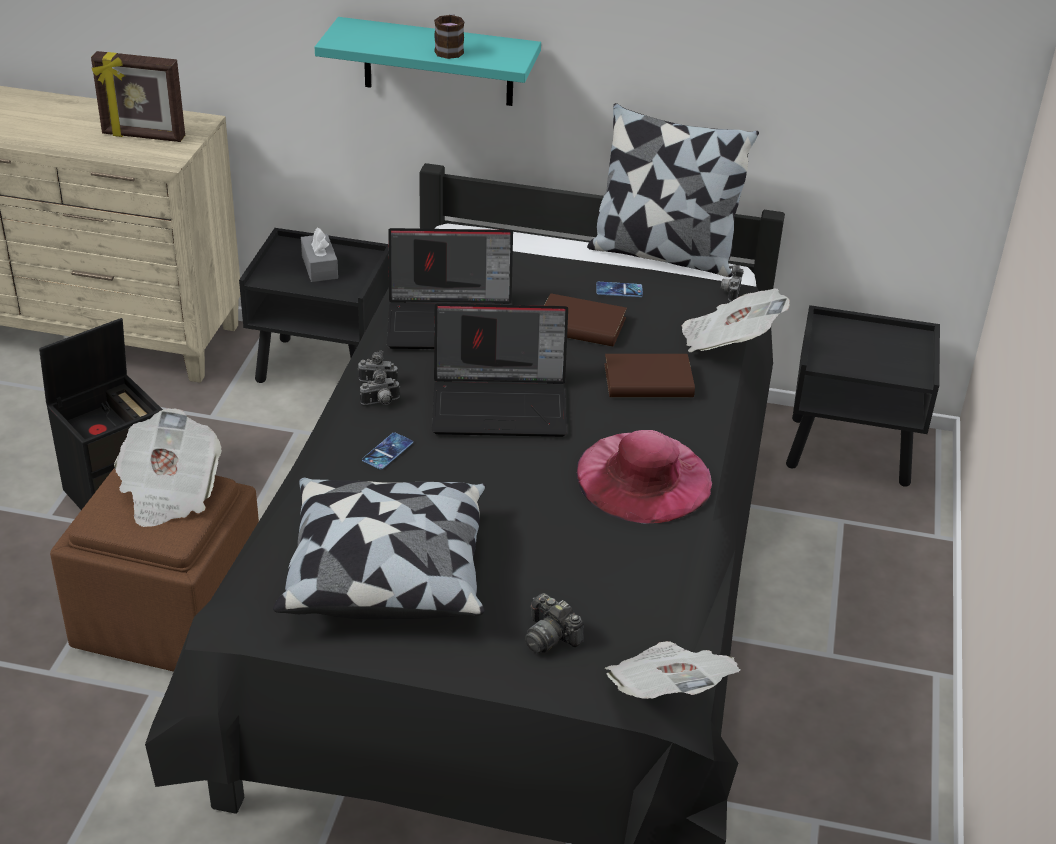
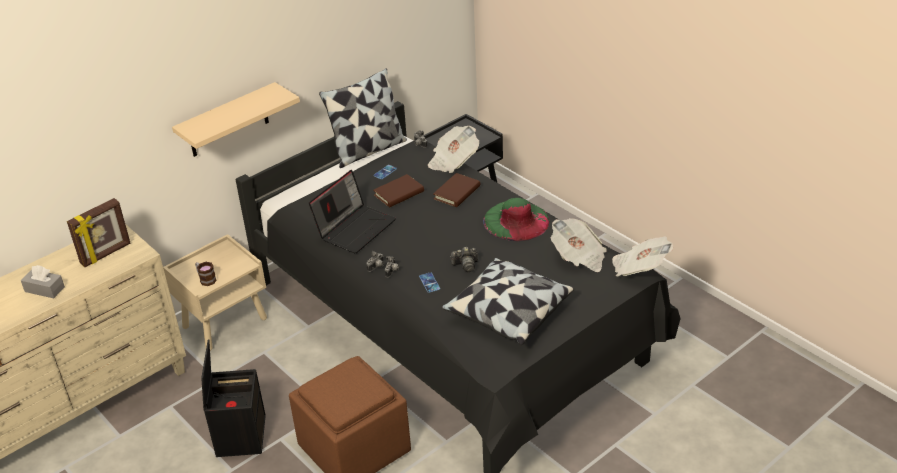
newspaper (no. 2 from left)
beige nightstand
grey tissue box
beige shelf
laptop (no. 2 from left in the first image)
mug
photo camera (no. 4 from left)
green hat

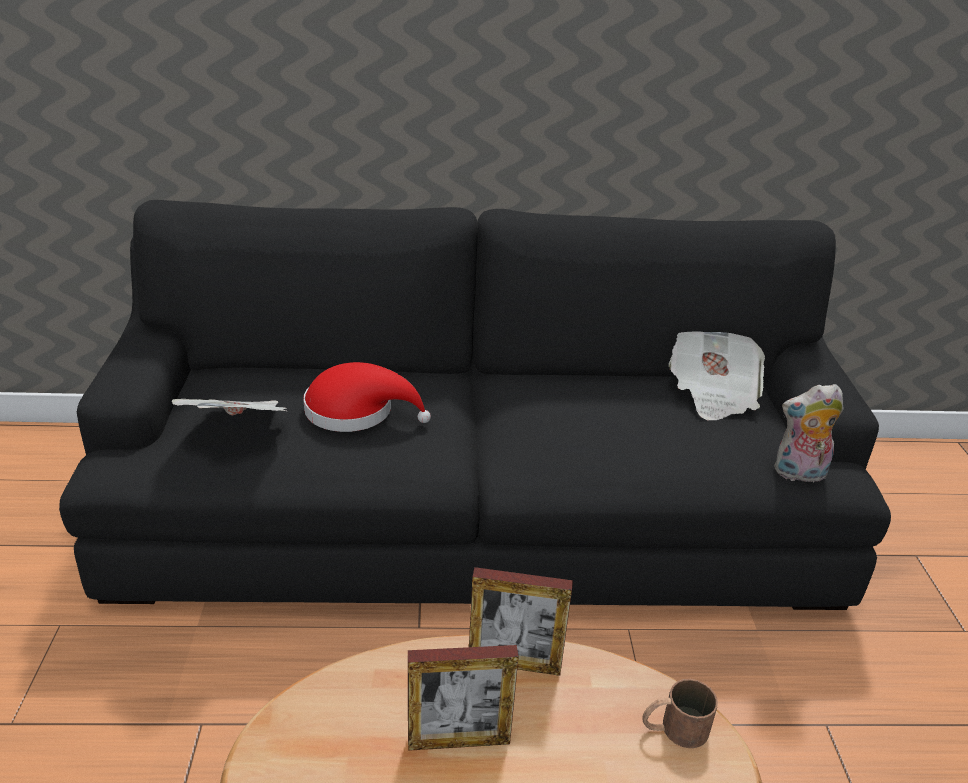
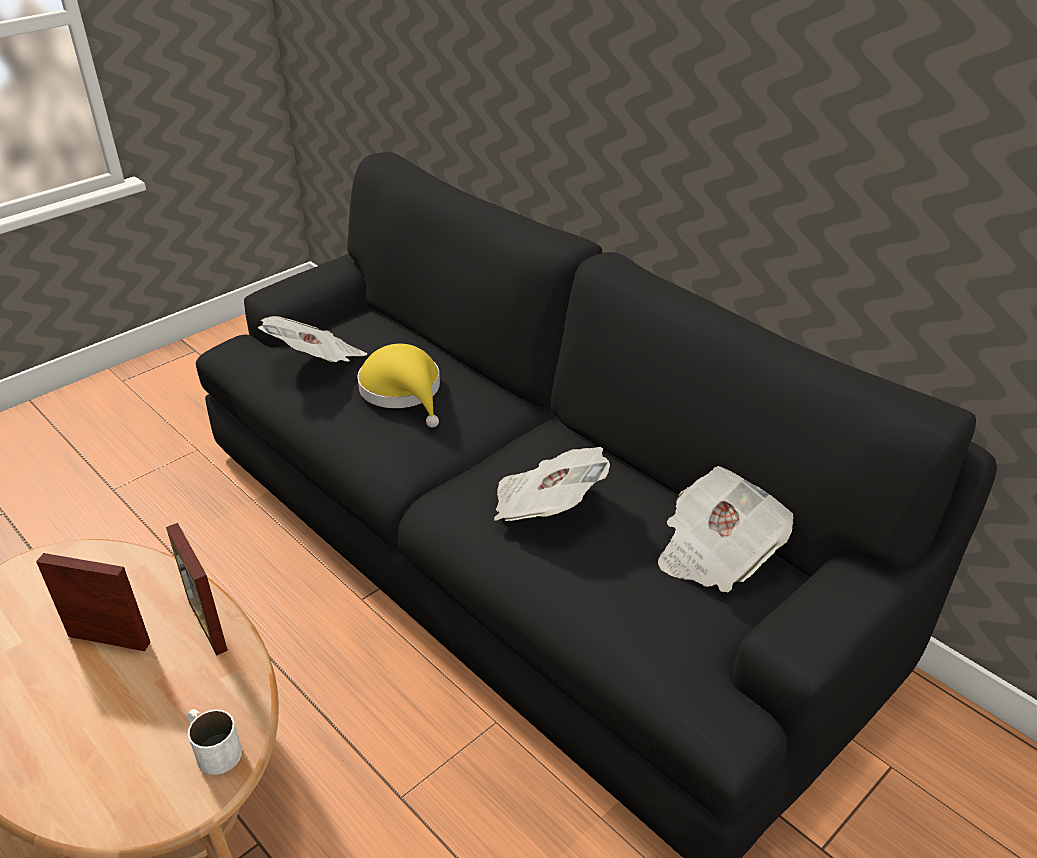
yellow hat
picture frame (no. 1 from left)
white mug
plush toy
newspaper (no. 2 from left)

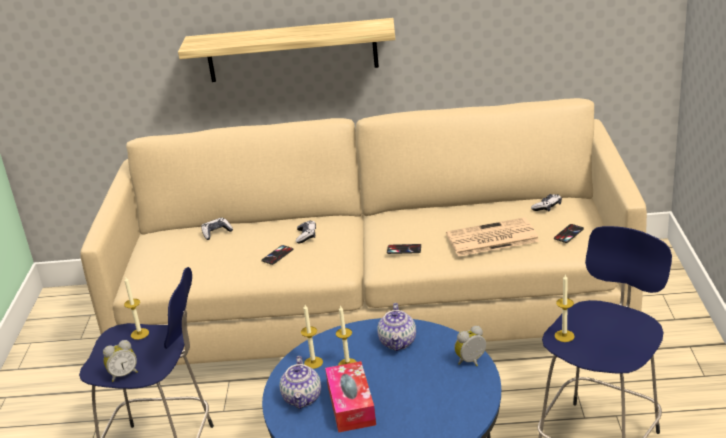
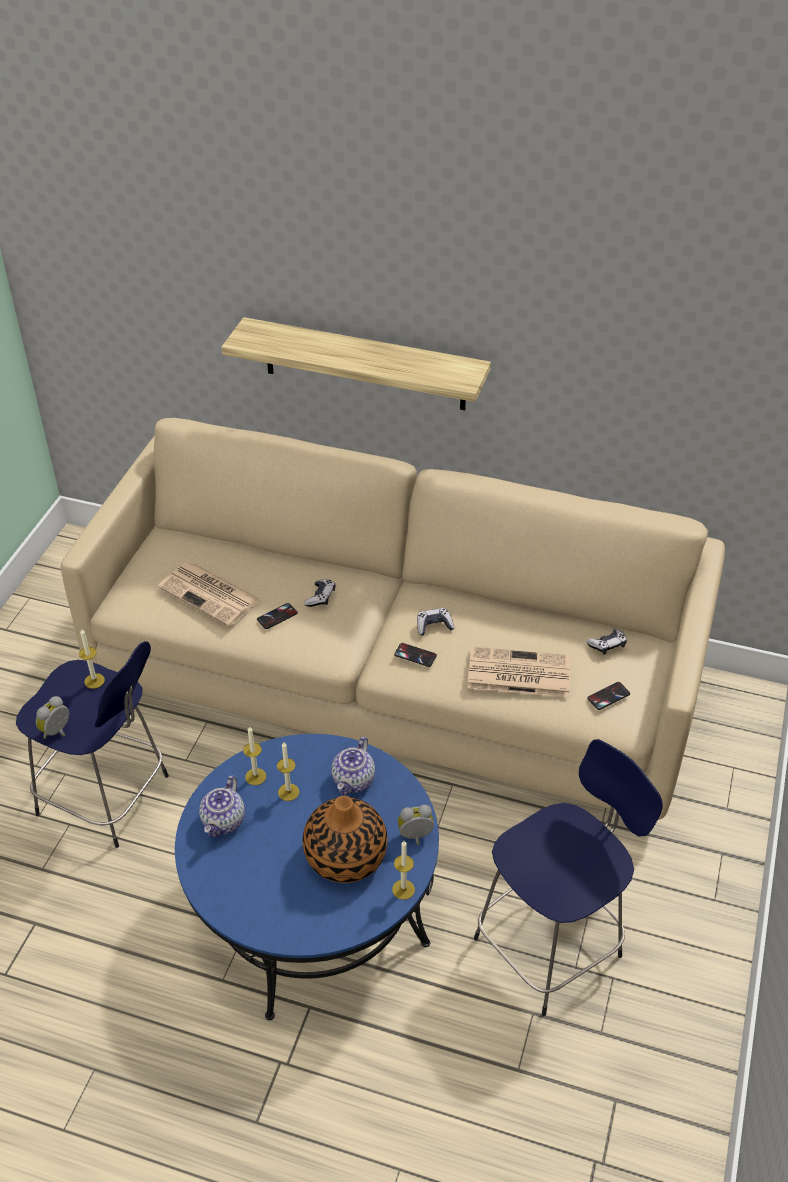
alarm clock (no. 1 from left)
game controller (no. 2 from left)
tissue box
candle (no. 4 from left)
newspaper (no. 1 from left)
vase

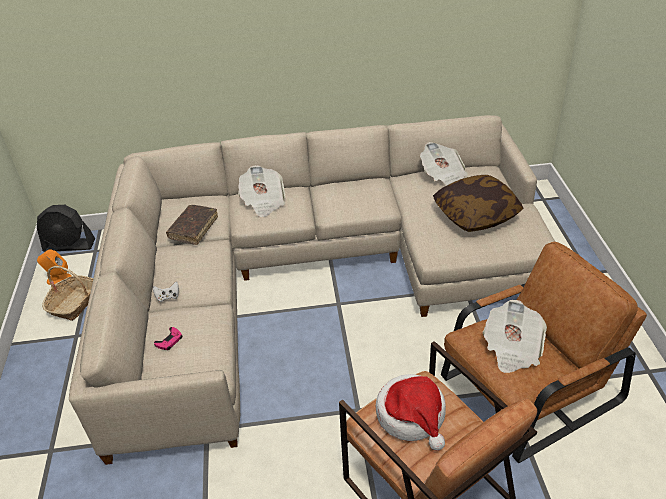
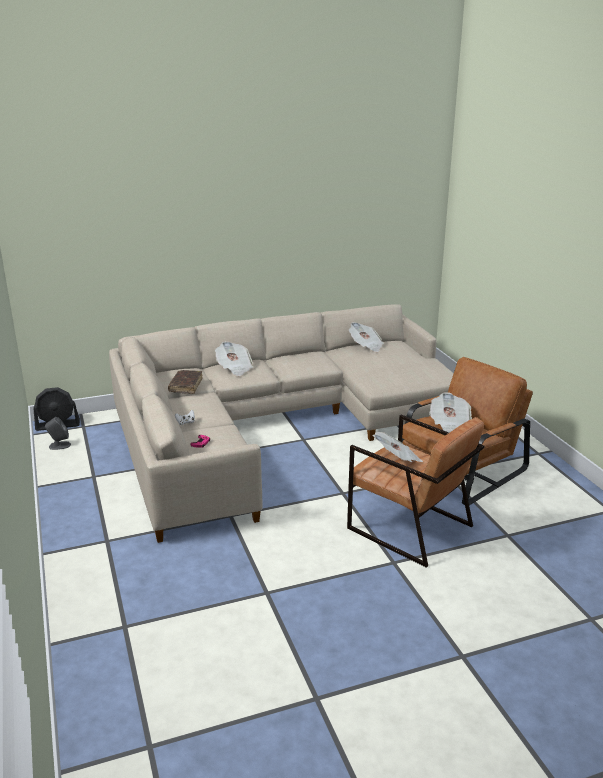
grey speaker
basket
newspaper (no. 3 from left)
pillow

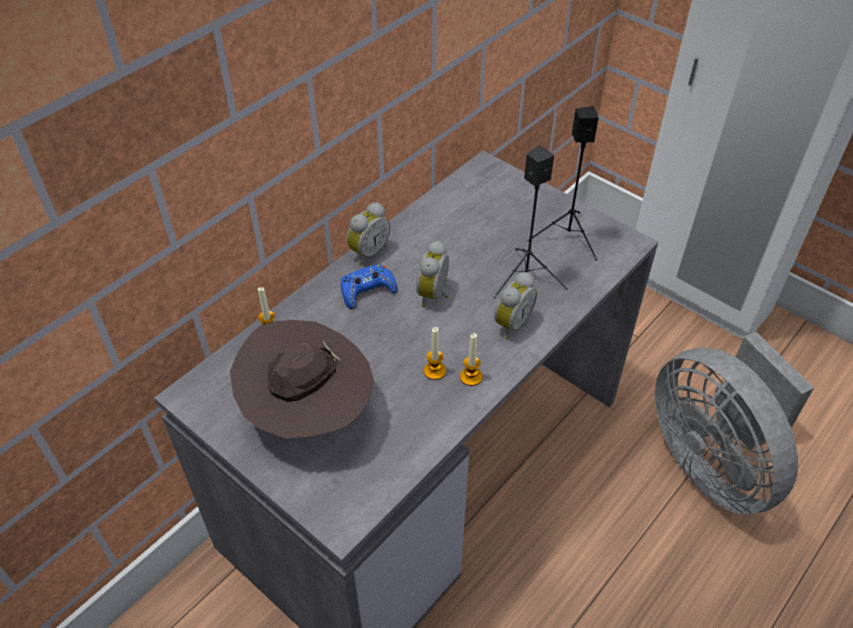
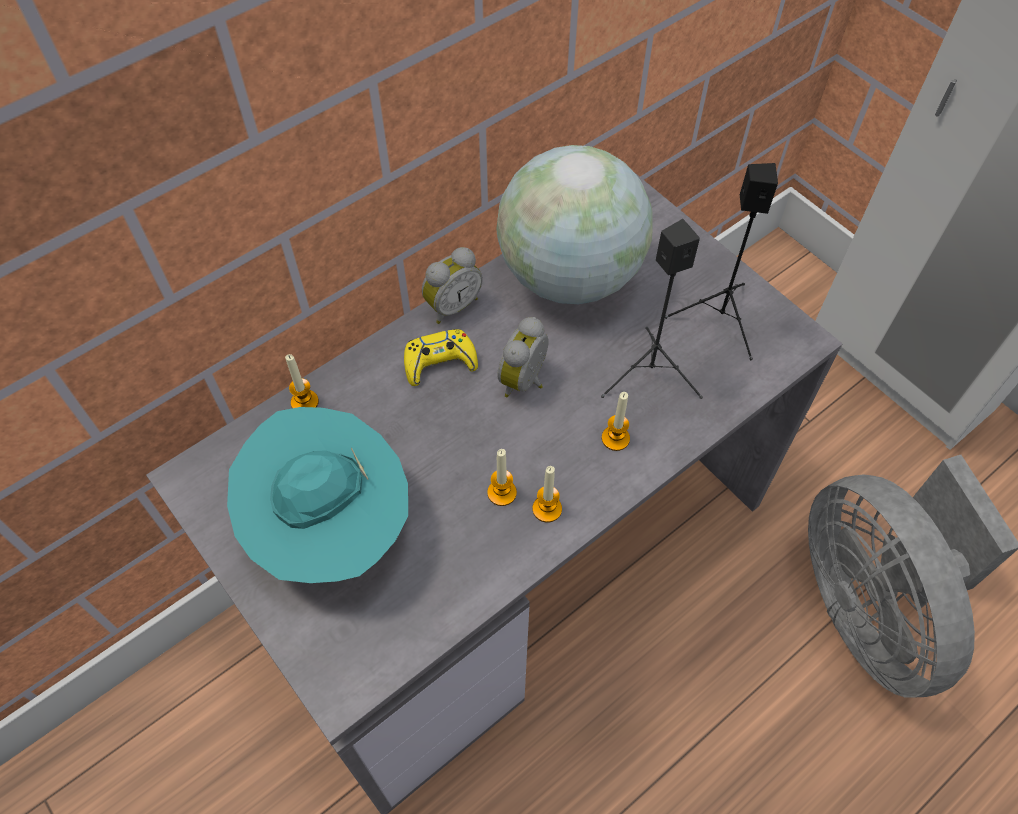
turquoise hat
yellow game controller
candle (no. 4 from left)
globe

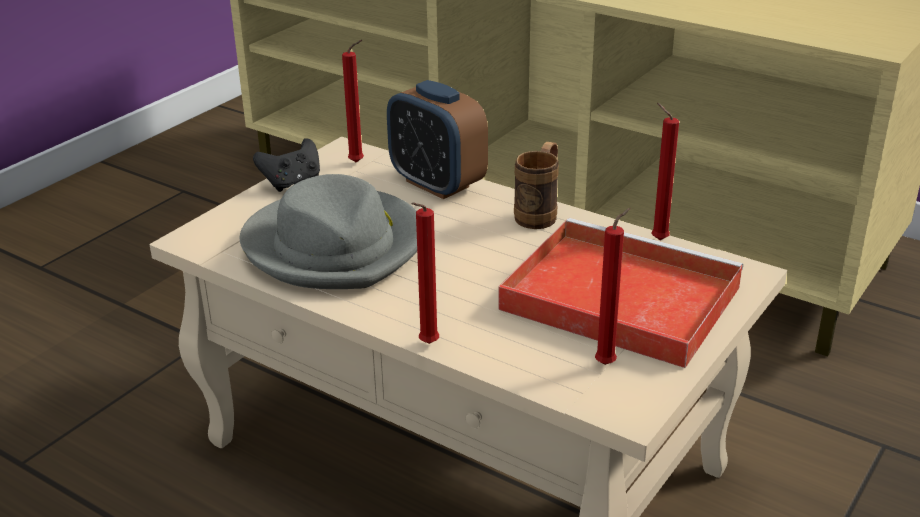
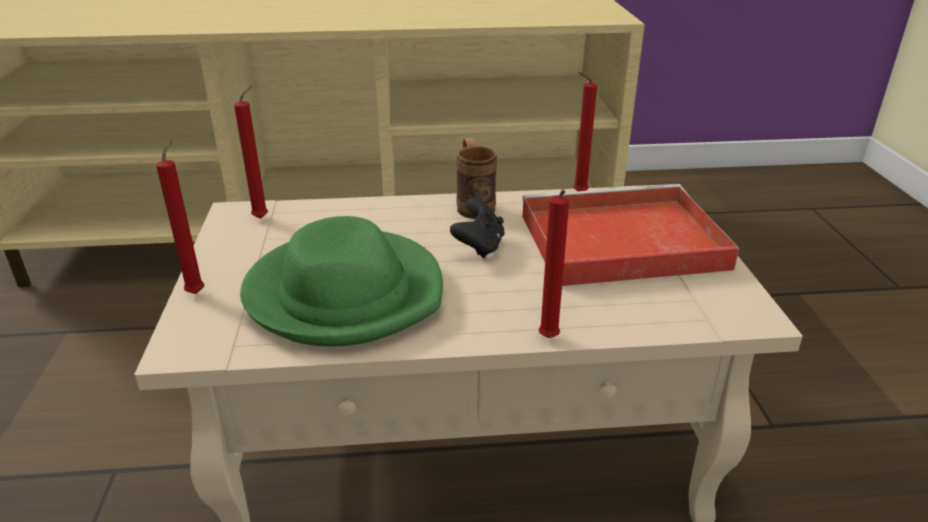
green hat
black game controller
alarm clock
red candle (no. 1 from left)

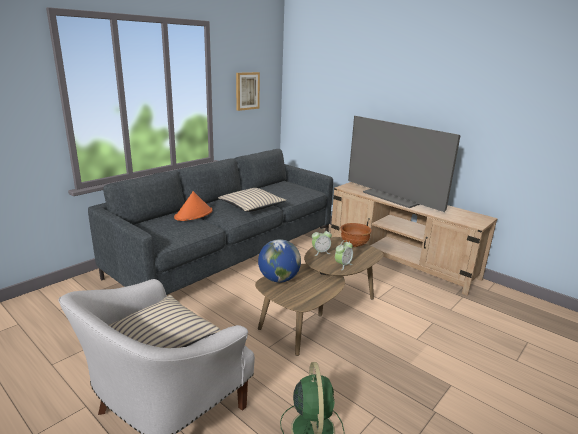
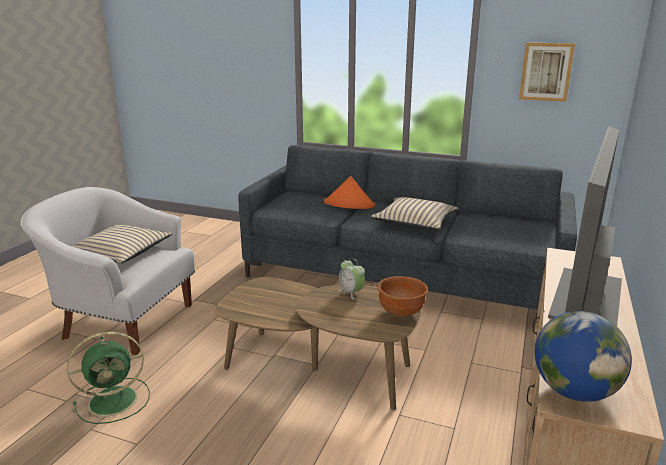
globe
alarm clock (no. 2 from left in the first image)

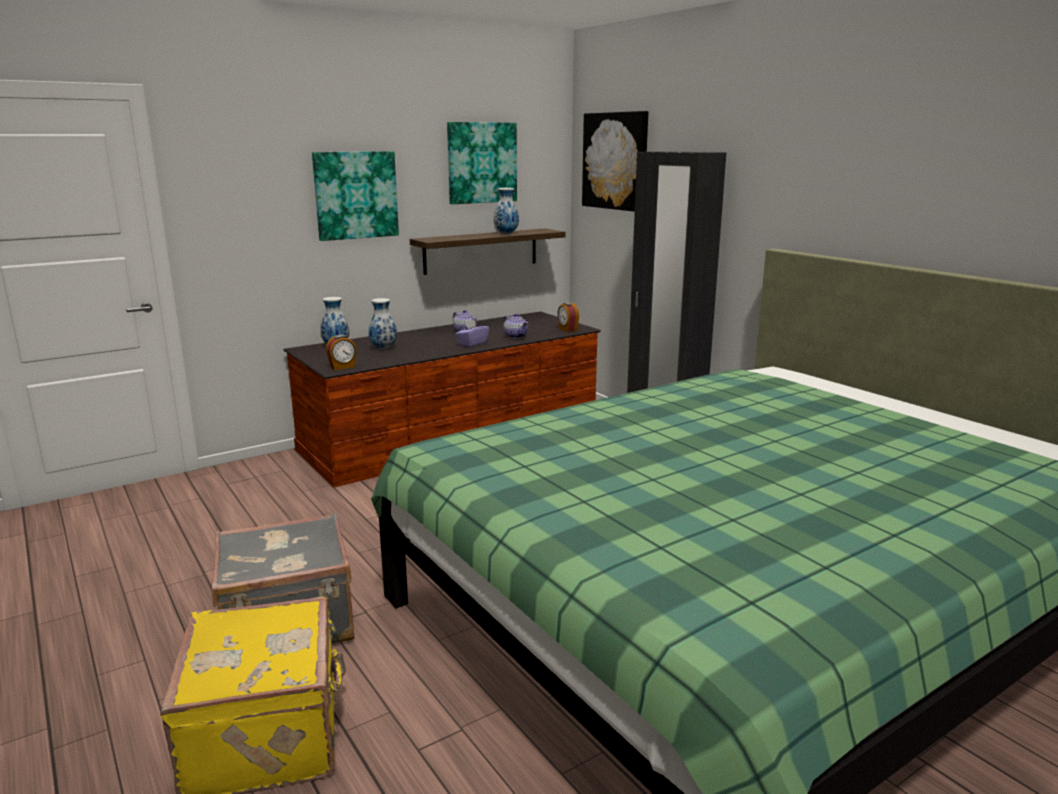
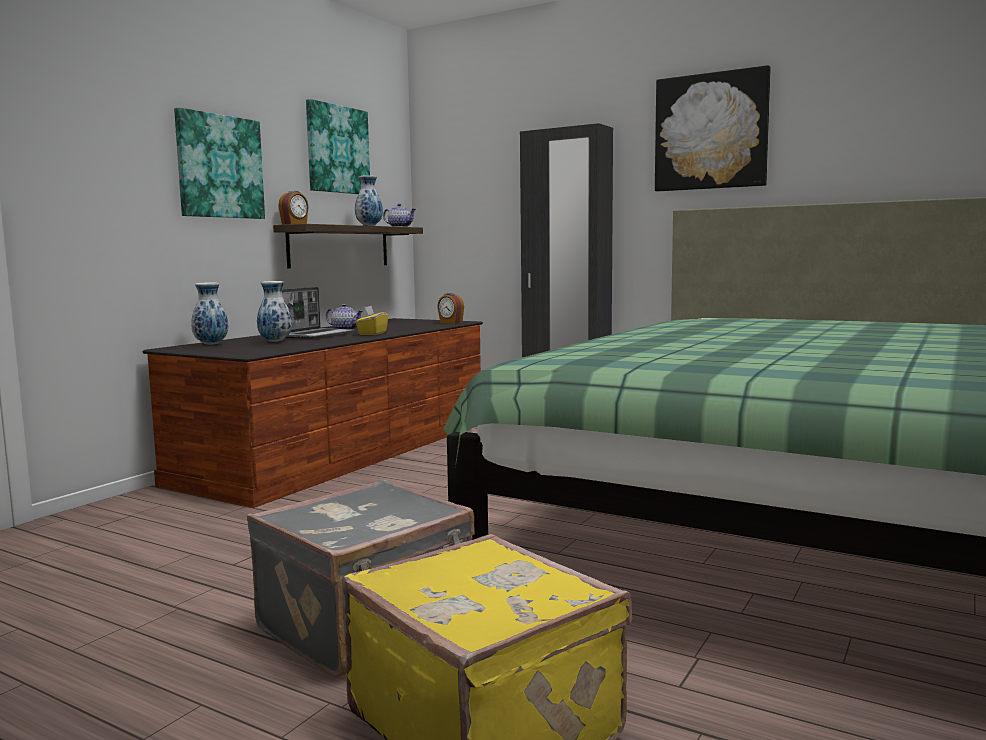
alarm clock (no. 1 from left)
yellow tissue box
teapot (no. 2 from left)
picture (no. 3 from left)
laptop

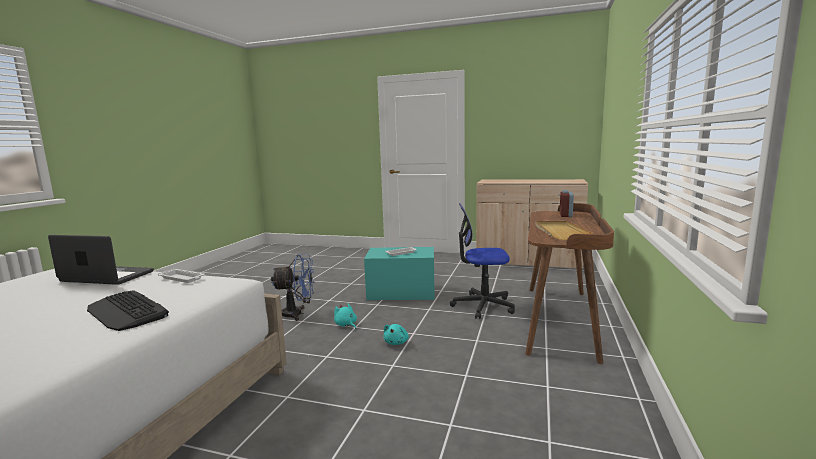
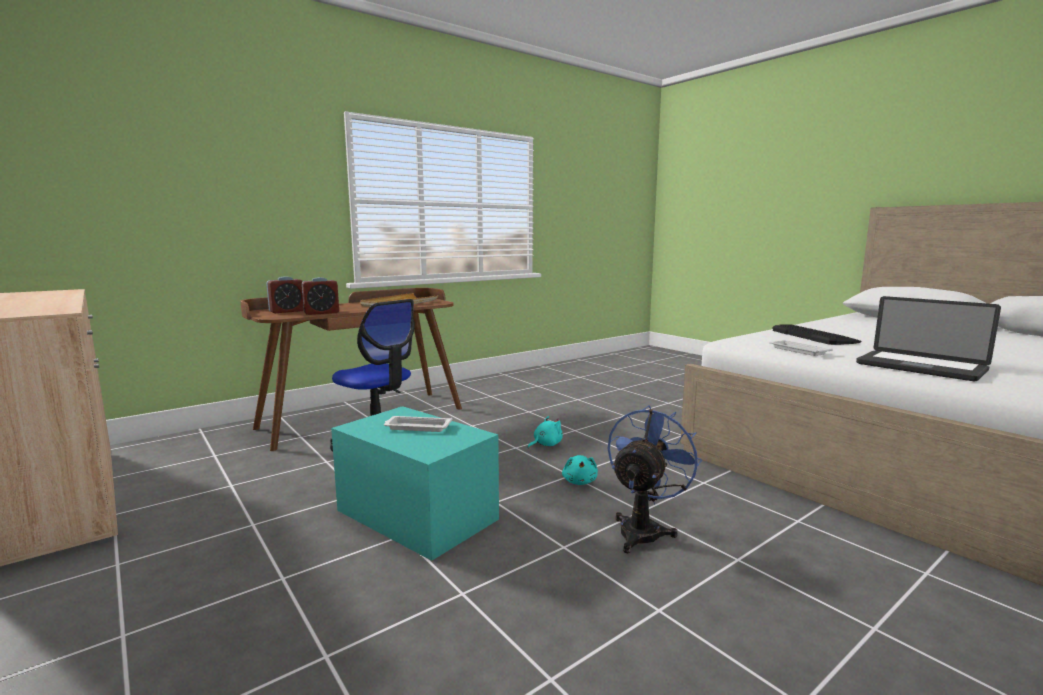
blue fan
alarm clock (no. 2 from left)

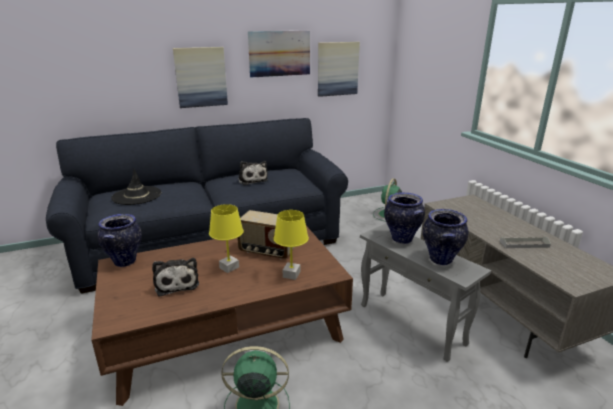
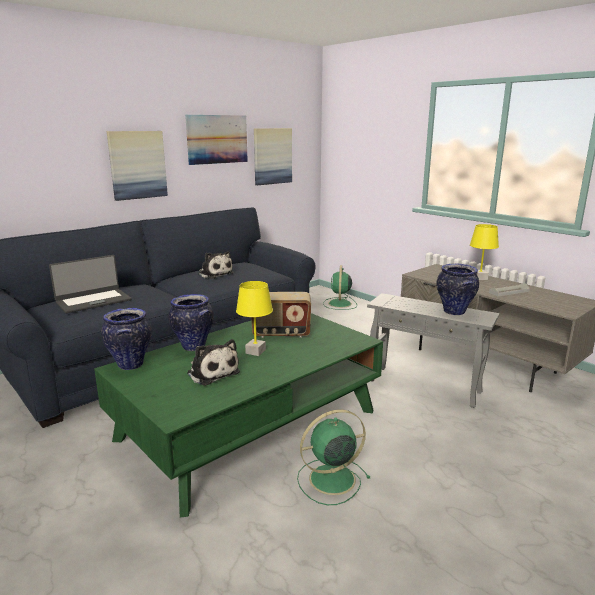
green coffee table
laptop
yellow table lamp (no. 2 from left)
vase (no. 2 from left)

